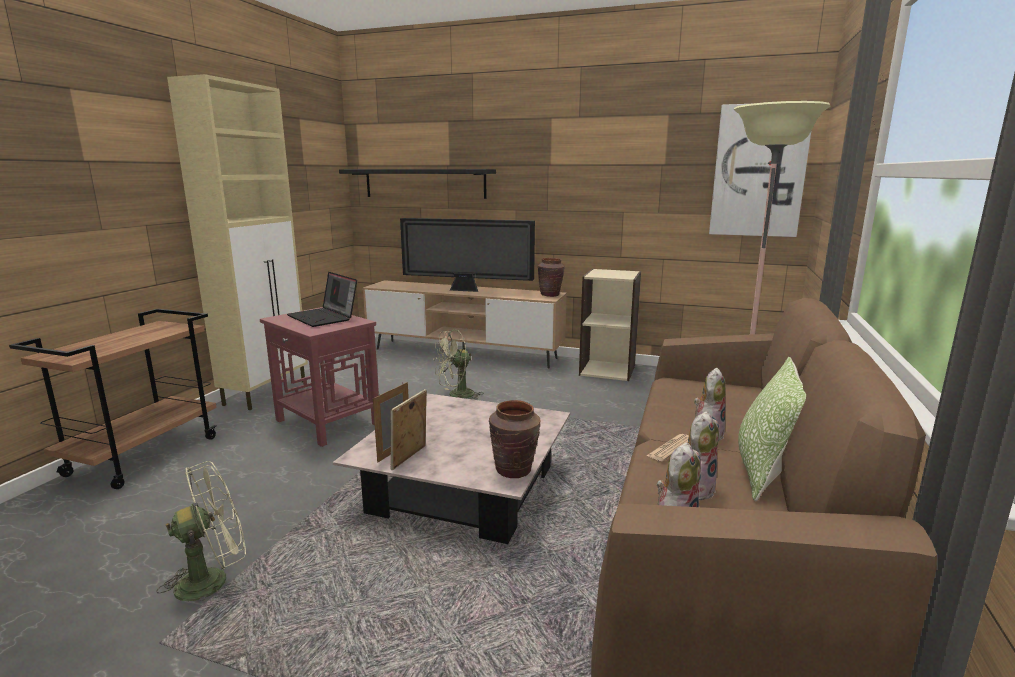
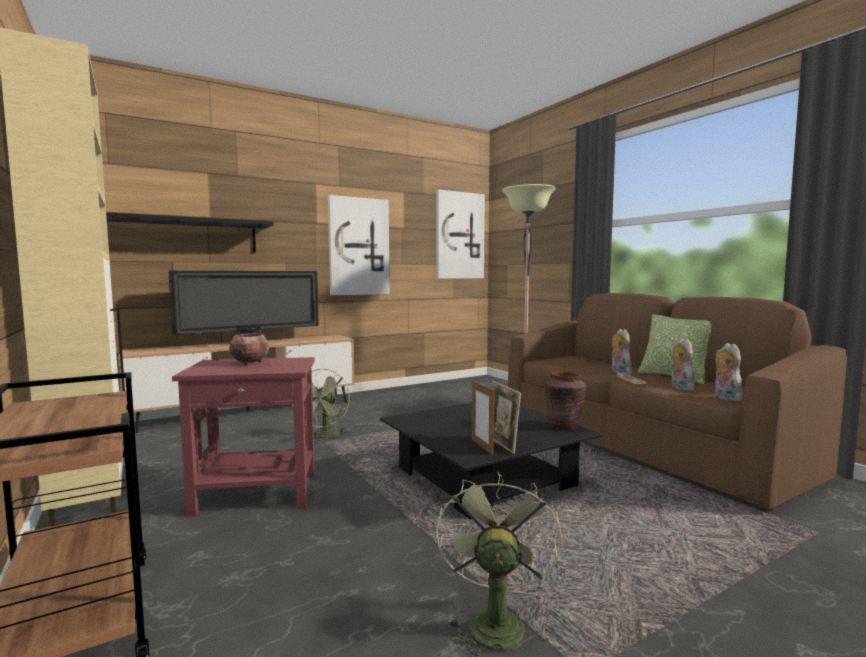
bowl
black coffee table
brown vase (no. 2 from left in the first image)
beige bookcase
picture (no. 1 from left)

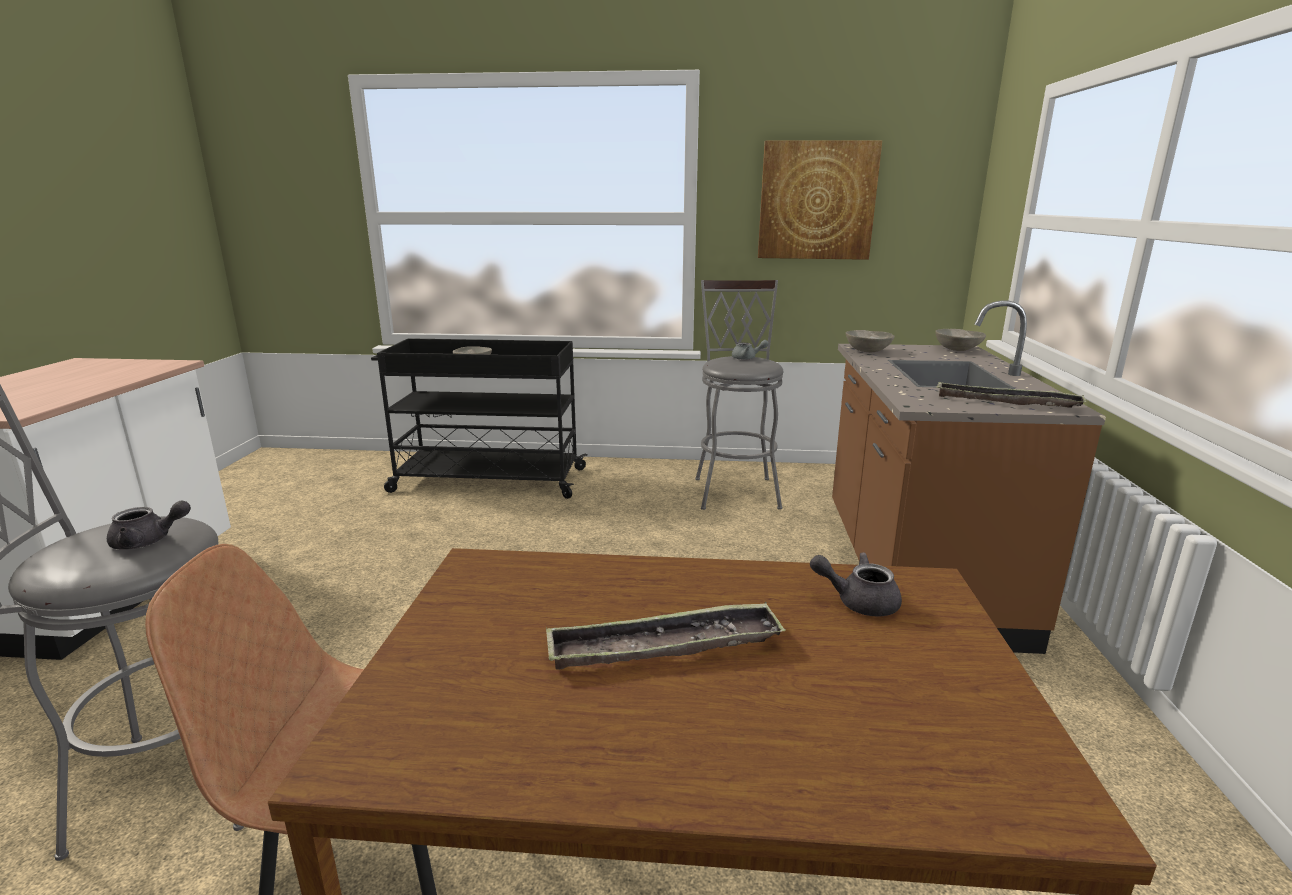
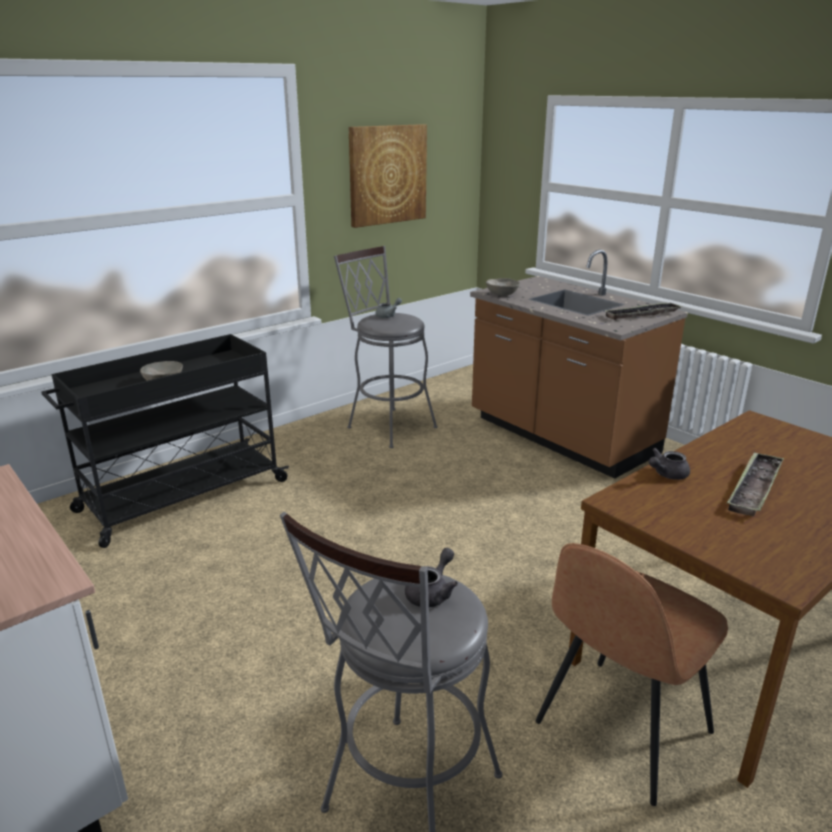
grey teapot (no. 3 from left)
grey bowl (no. 3 from left in the first image)

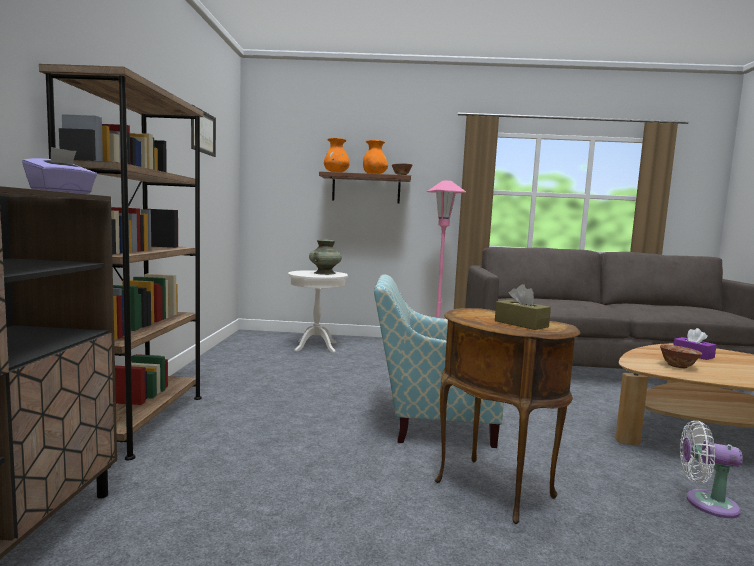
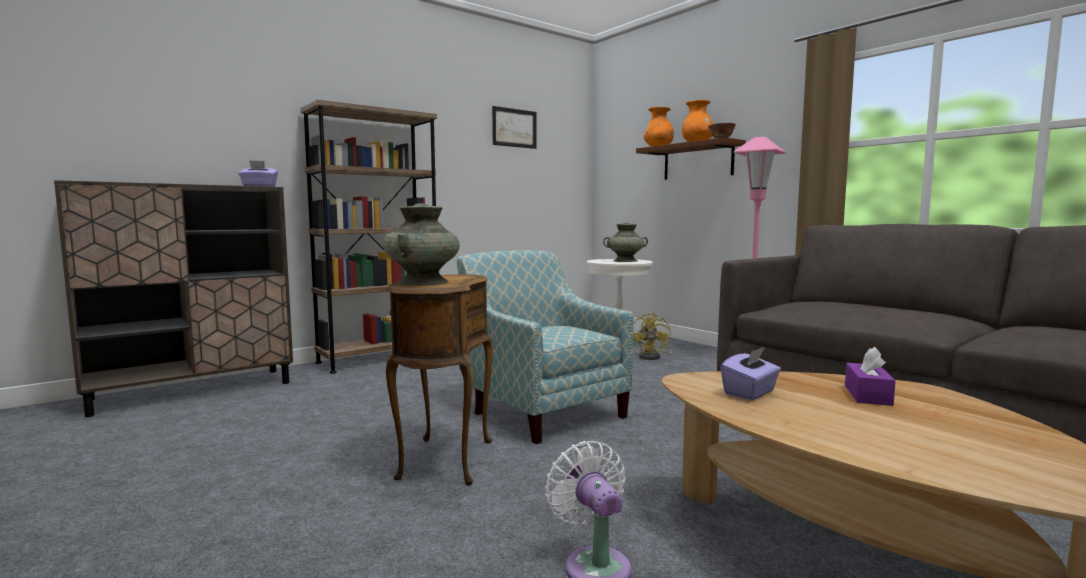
turquoise vase (no. 1 from left)
purple tissue box (no. 2 from left)
yellow fan

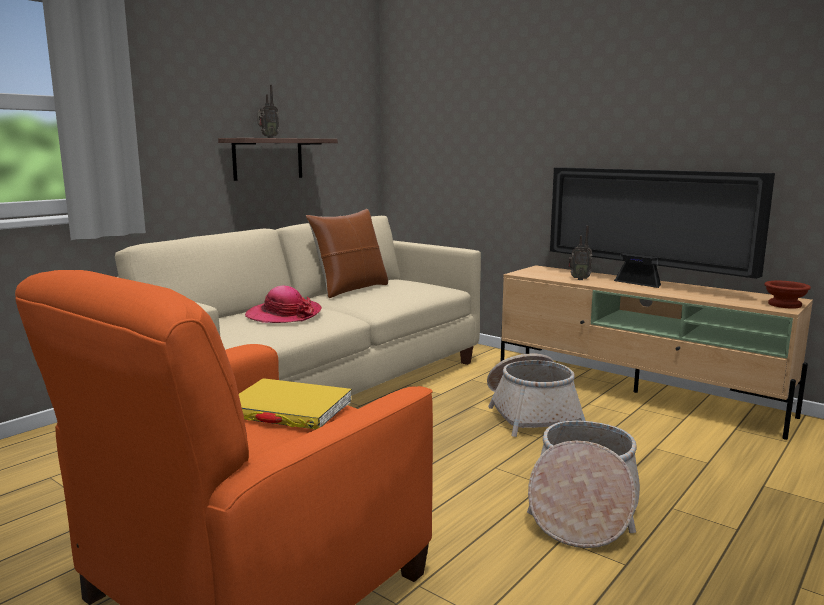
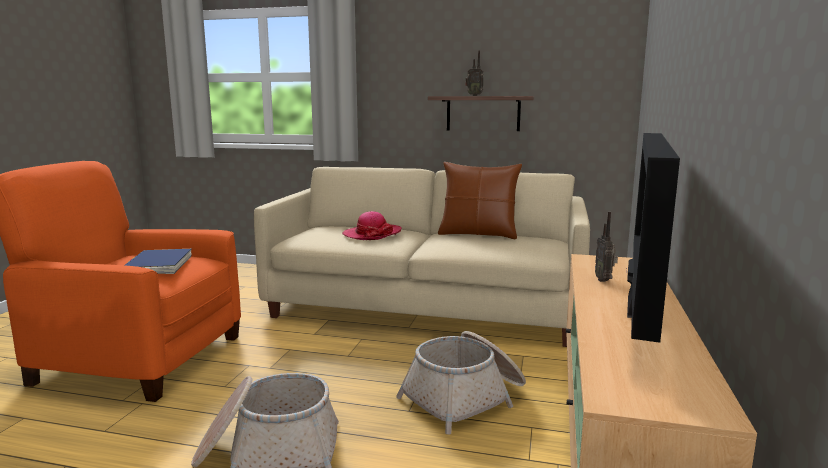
blue book
brown bowl

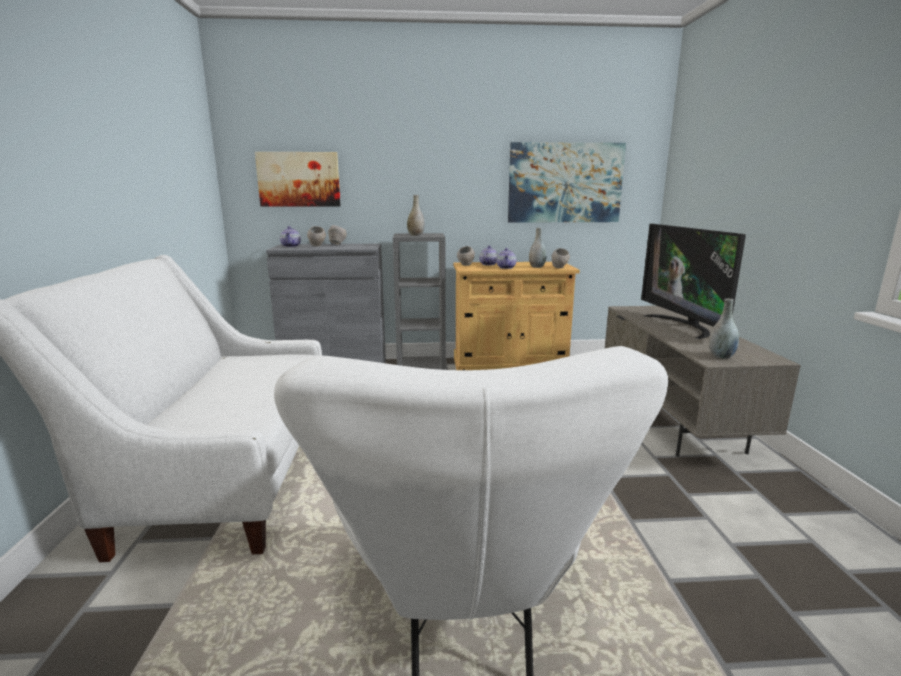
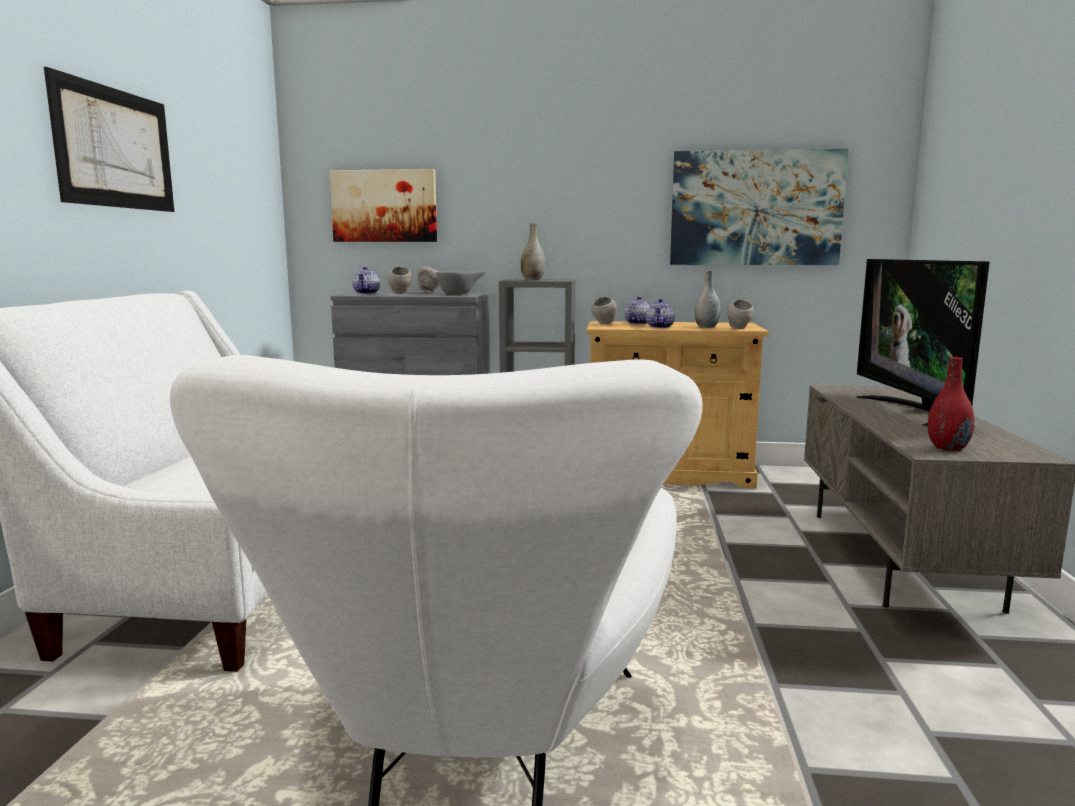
red vase
picture (no. 1 from left)
grey bowl (no. 3 from left)

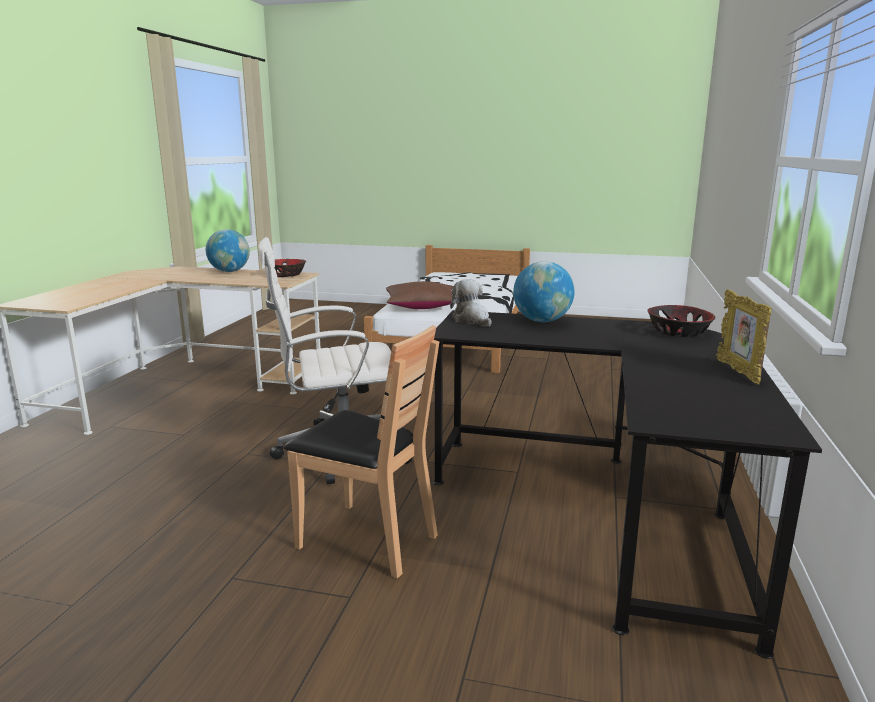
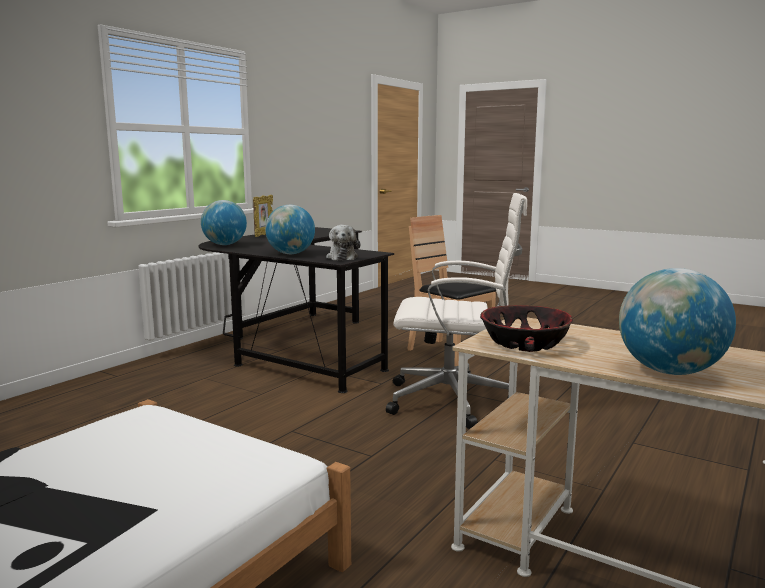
brown pillow
globe (no. 1 from left)

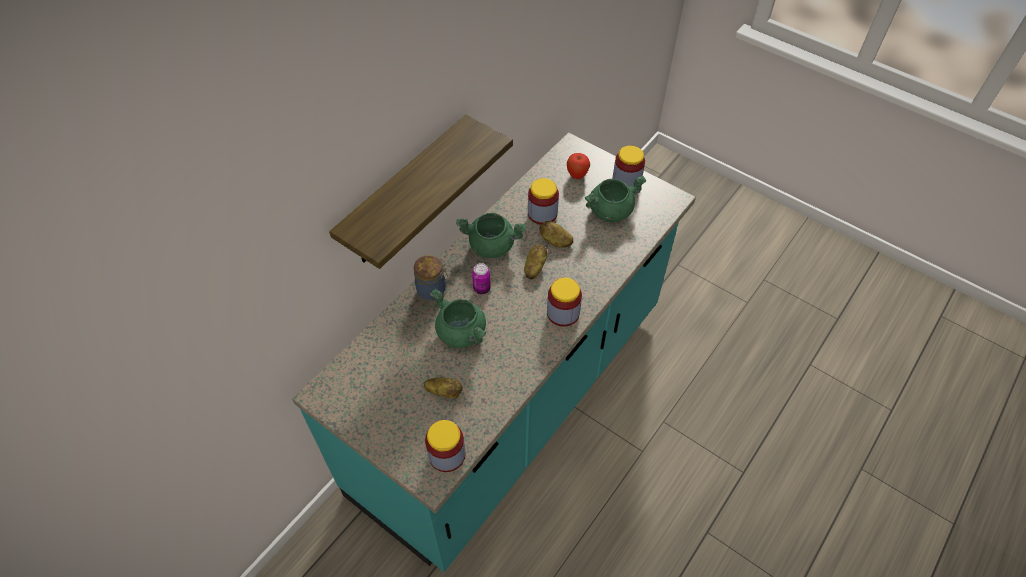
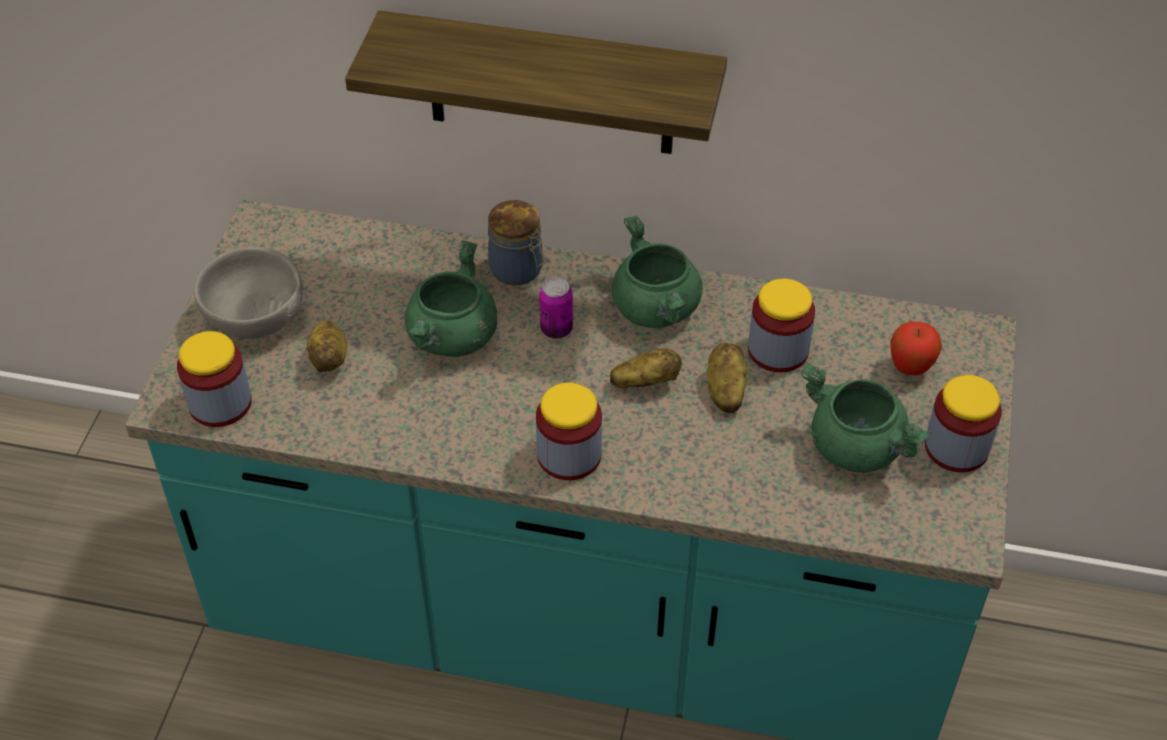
grey bowl

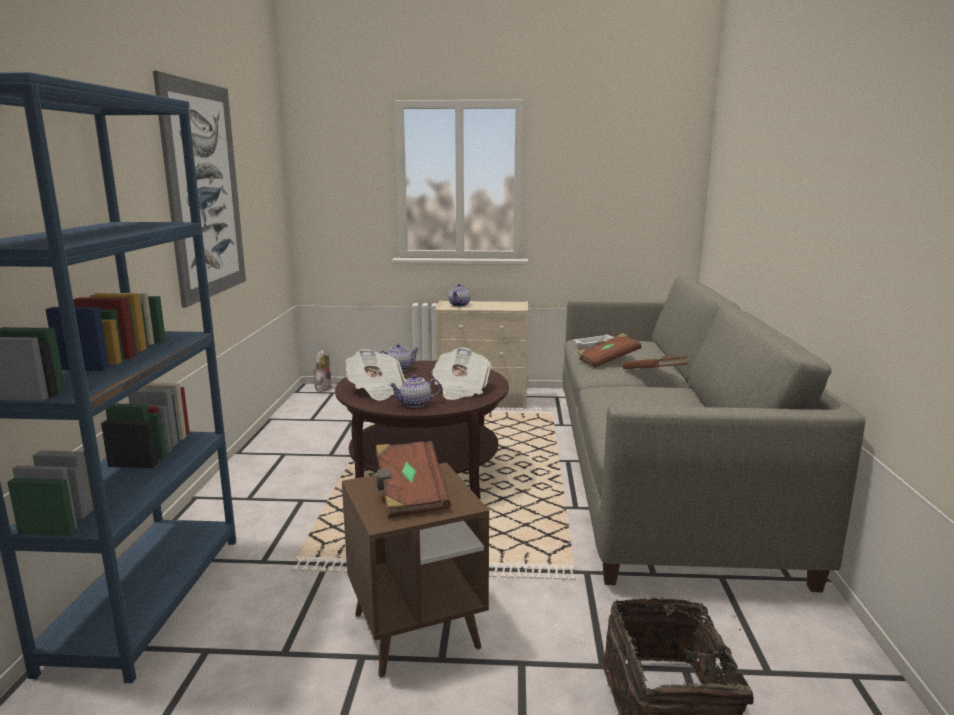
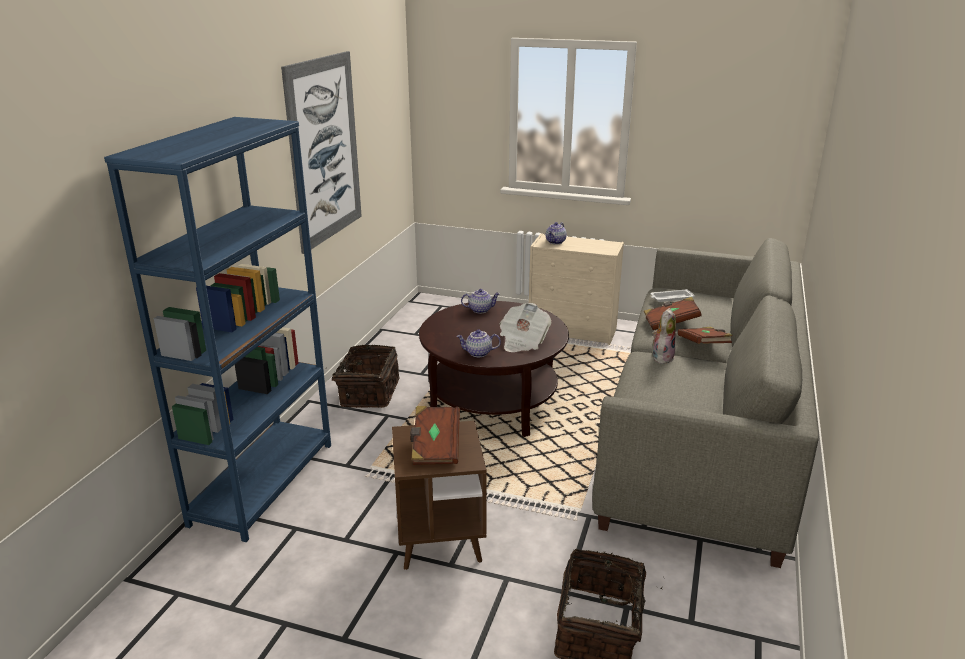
plush toy
newspaper (no. 1 from left in the first image)
basket (no. 1 from left)

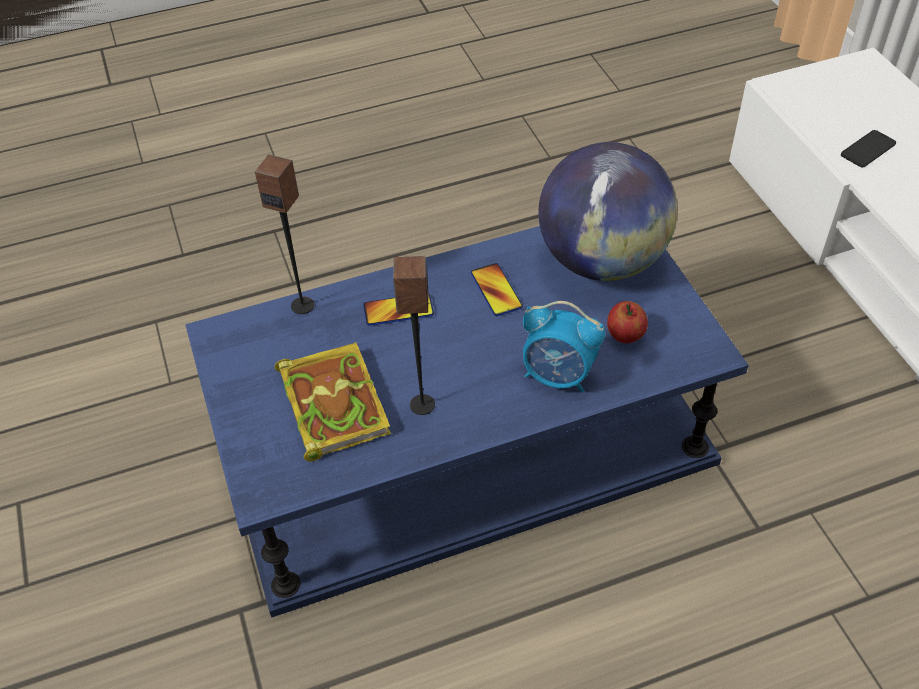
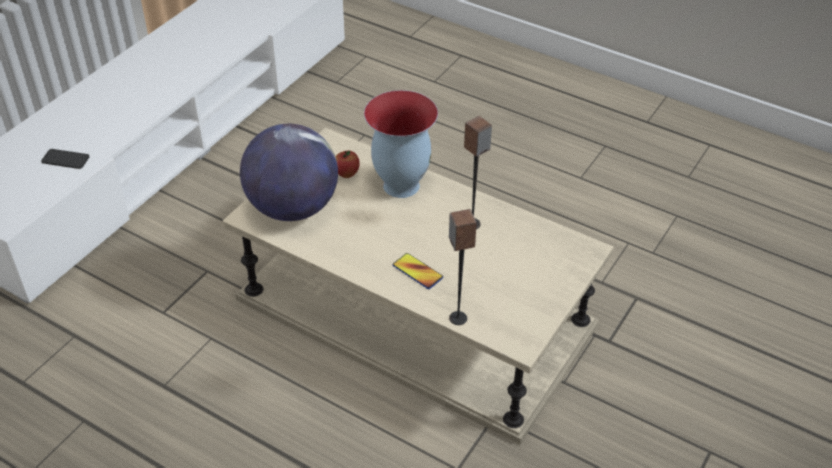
beige coffee table
book
phone (no. 2 from left in the first image)
vase

